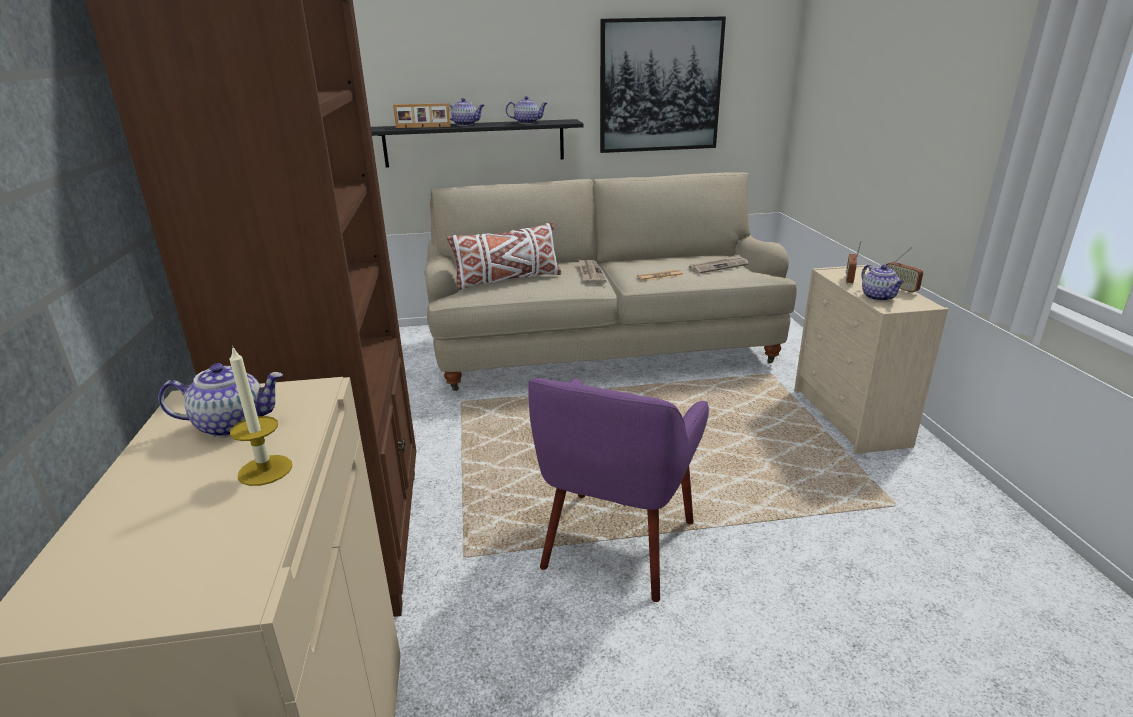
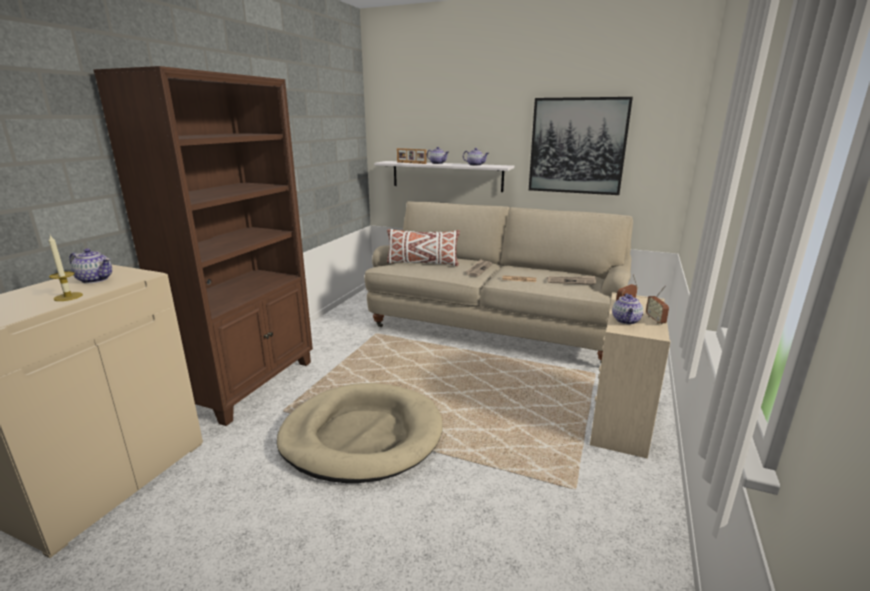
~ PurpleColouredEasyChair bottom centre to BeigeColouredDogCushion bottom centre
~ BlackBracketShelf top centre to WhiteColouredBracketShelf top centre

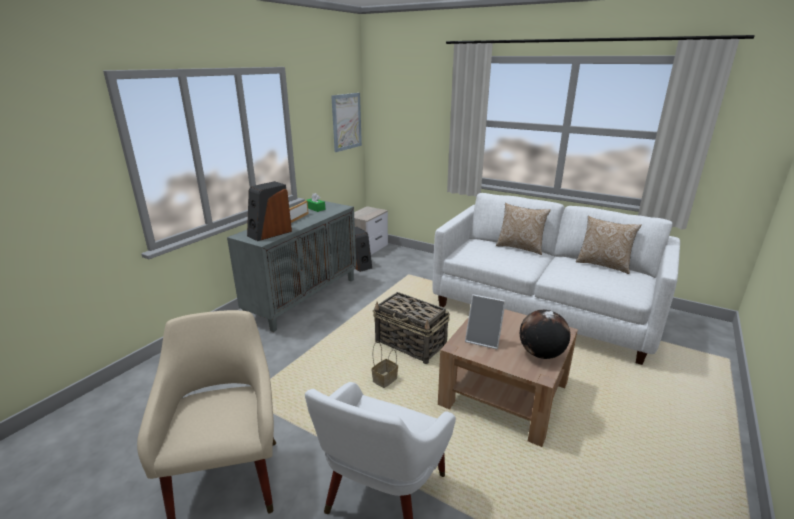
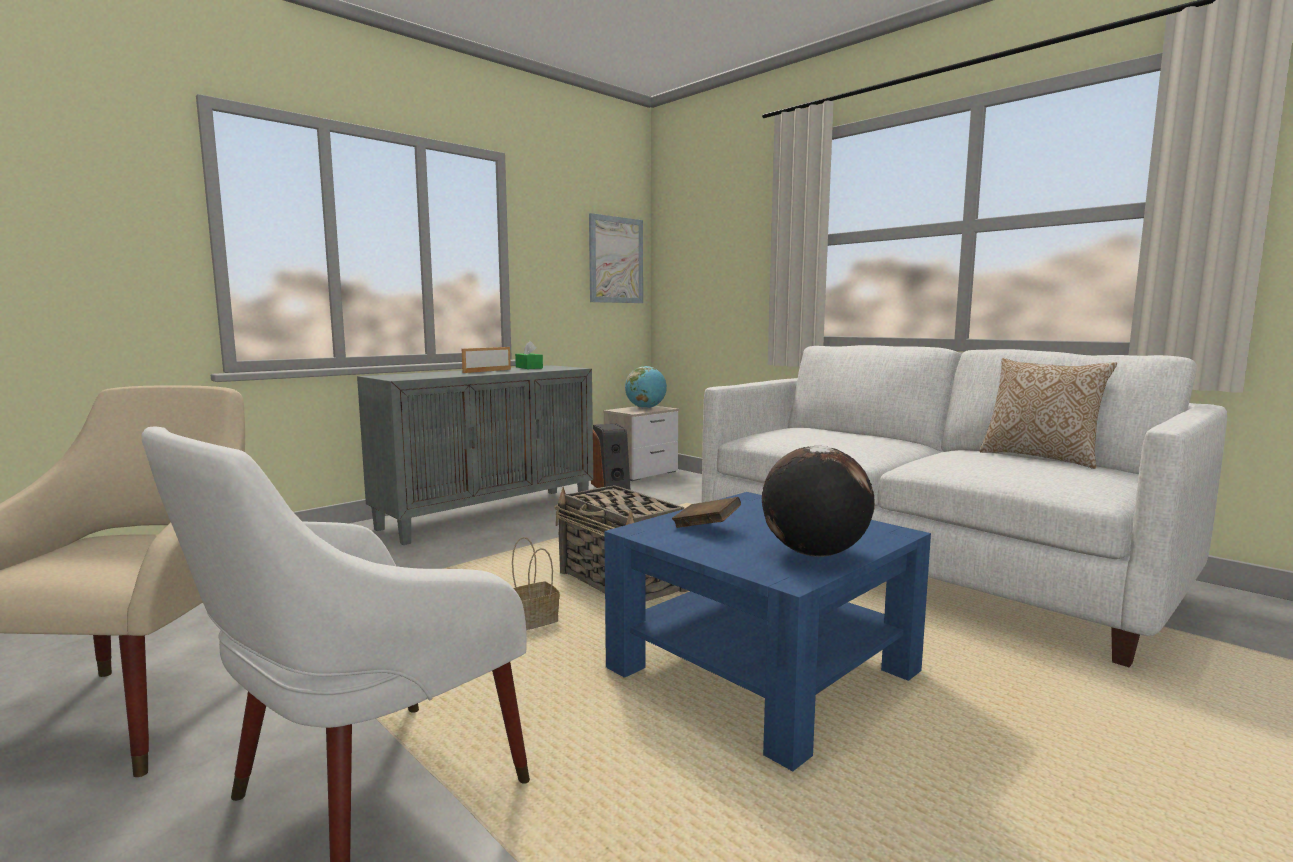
- Loudspeaker (1st from left) centre
- Pillow (1st from left) centre
+ DeskGlobe (1st from left) centre
~ PhotoFrame (2nd from left) centre to BrownBoundBook centre
~ BrownLoungeTable bottom centre to BluishLoungeTable bottom centre

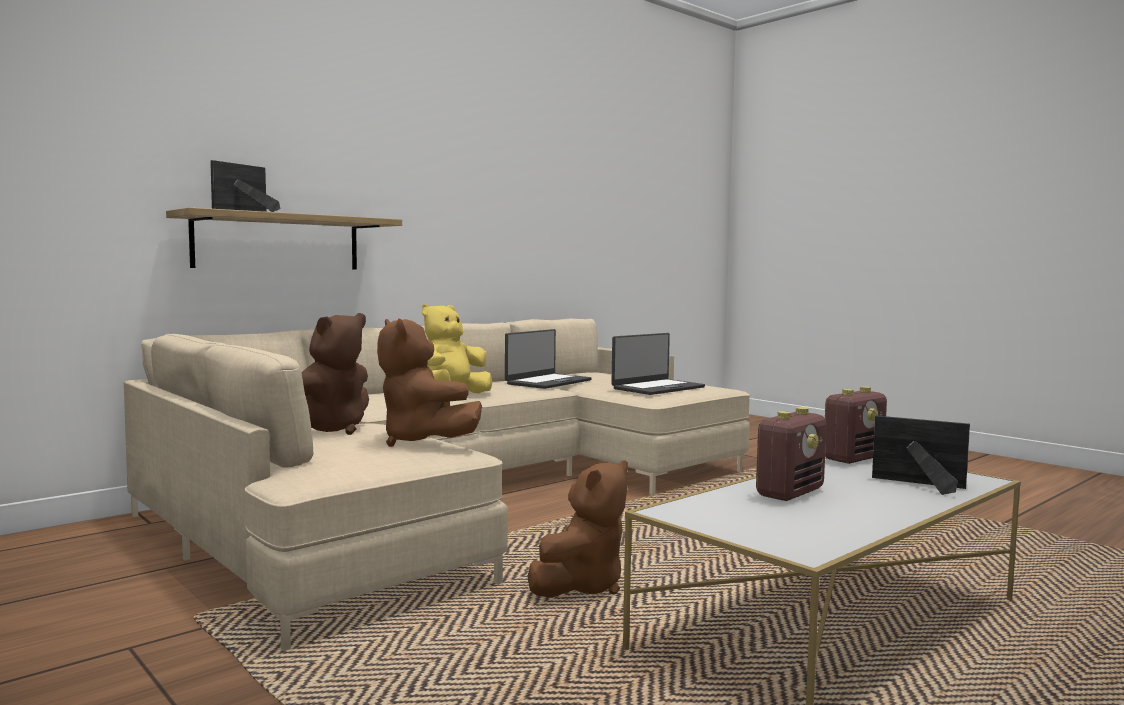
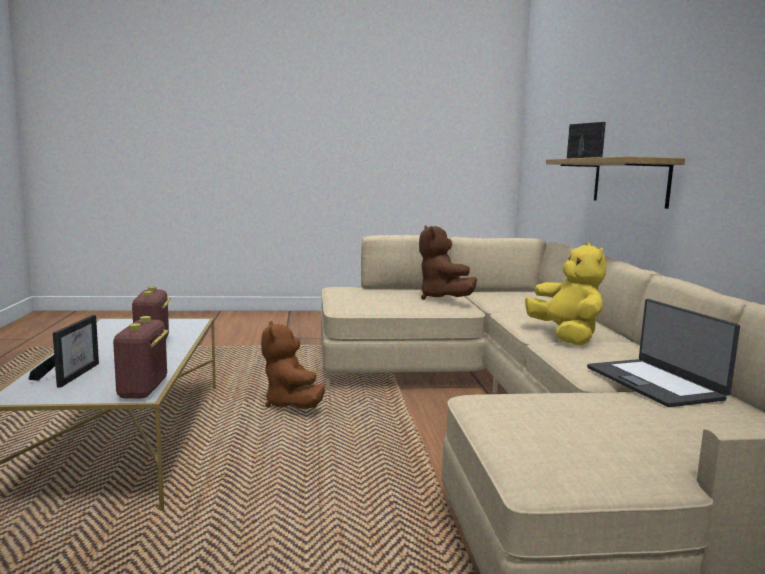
- BrownCuddlyToy (2nd from left) centre
- PortableComputer (2nd from left) centre
~ PhotoFrame (2nd from left in the first image) middle right = middle left 60 degrees counterclockwise

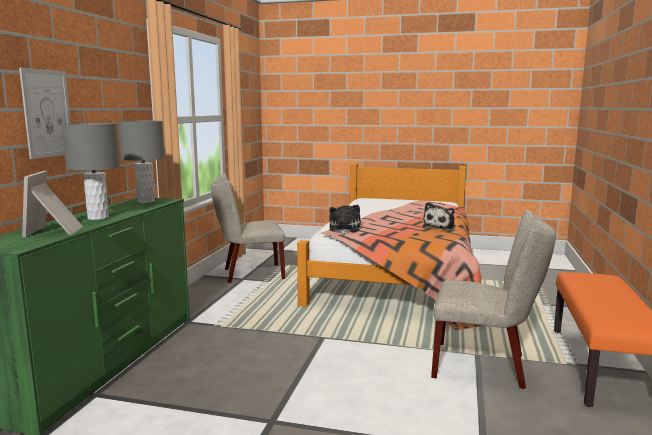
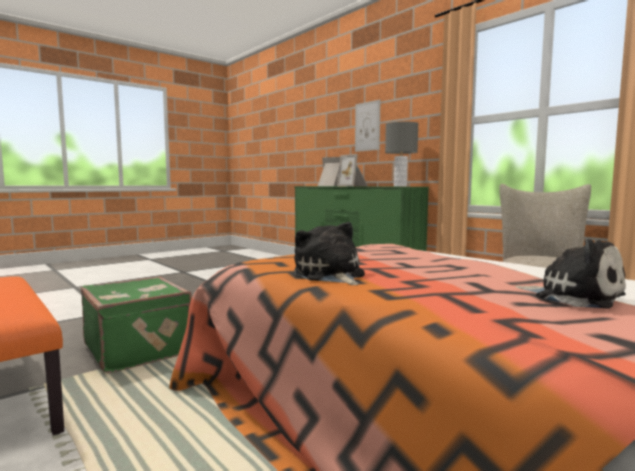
~ CuddlyToy (1st from left in the first image) centre to CuddlyToy (2nd from left) middle right
~ GrayTabletopLamp (1st from left) middle left to PhotoFrame (2nd from left) centre
~ BeigeColouredUprightChair (2nd from left) bottom right to GreenishSuitcase bottom left

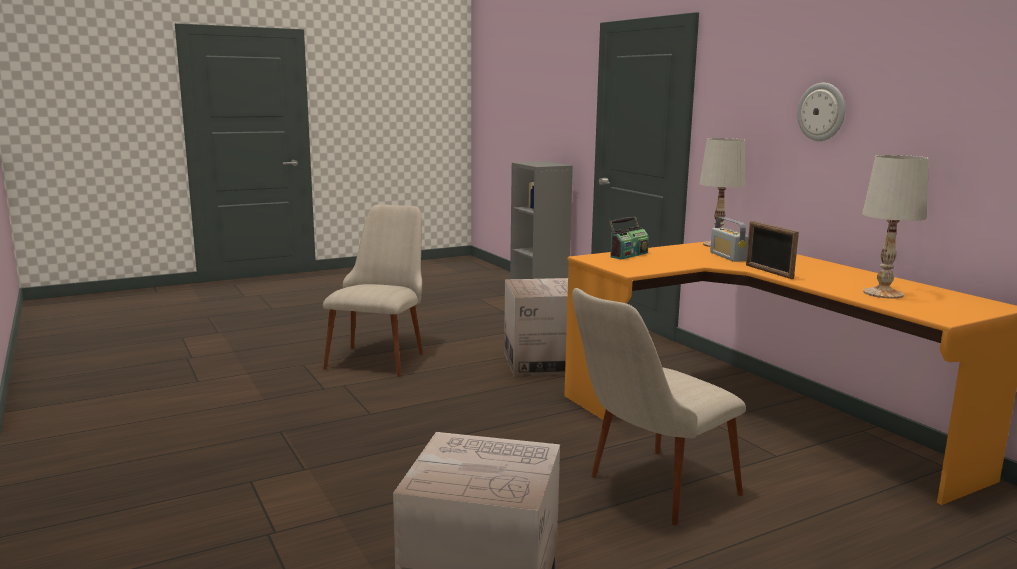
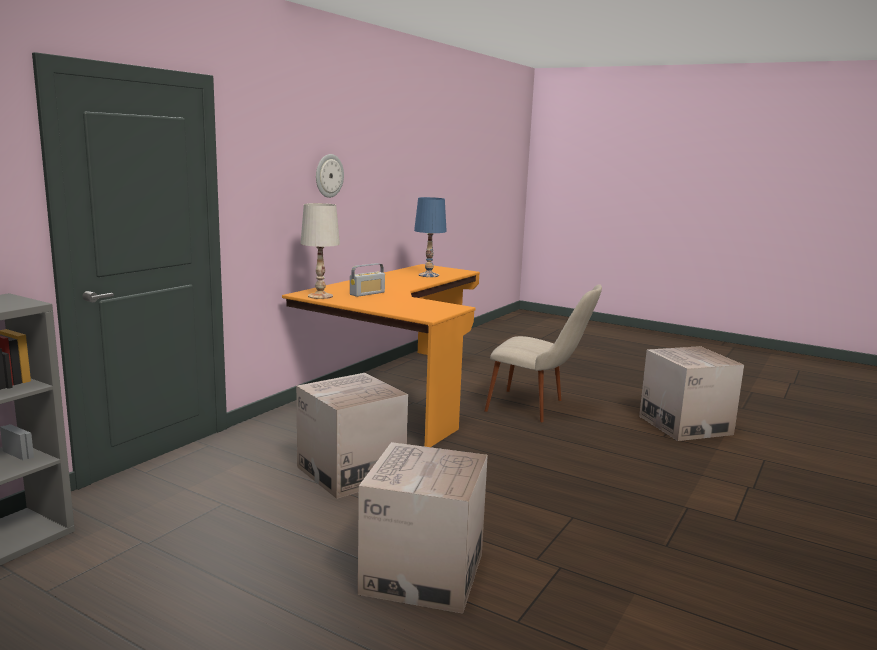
- RadioSet (1st from left) centre
- PhotoFrame middle right
~ BeigeColouredUprightChair (1st from left) centre to CardboardBox (2nd from left) bottom centre
~ WhiteColouredTabletopLamp (2nd from left) middle right to BluishTabletopLamp centre

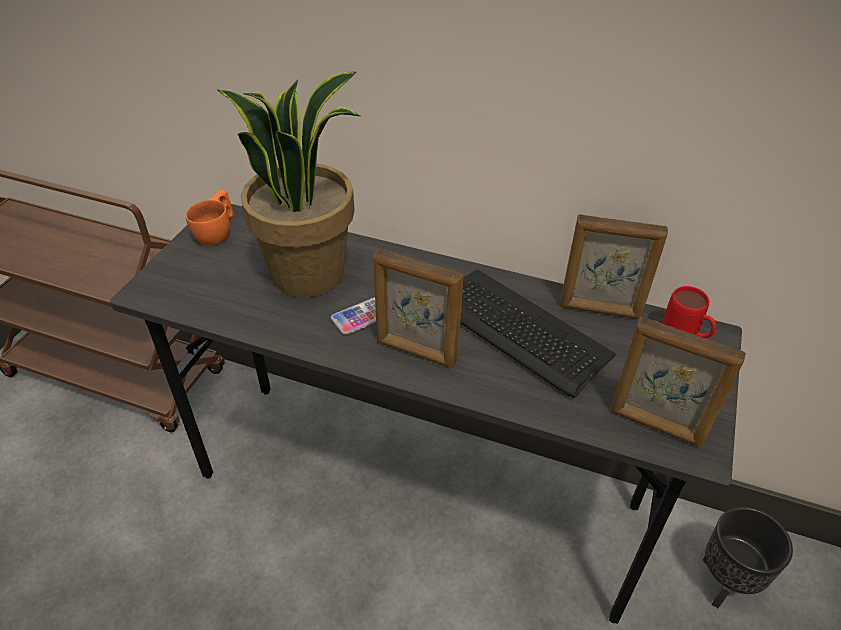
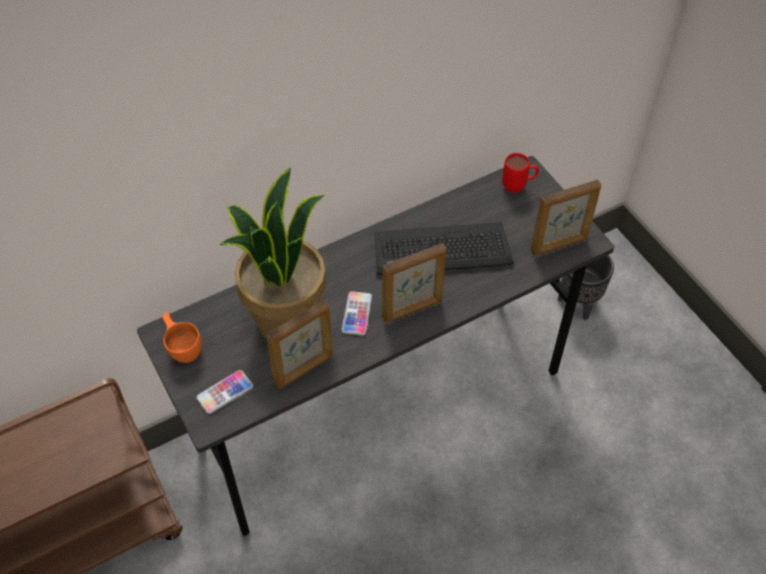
+ Phone (1st from left) bottom left
~ PhotoFrame (2nd from left in the first image) middle right to PhotoFrame (1st from left) centre

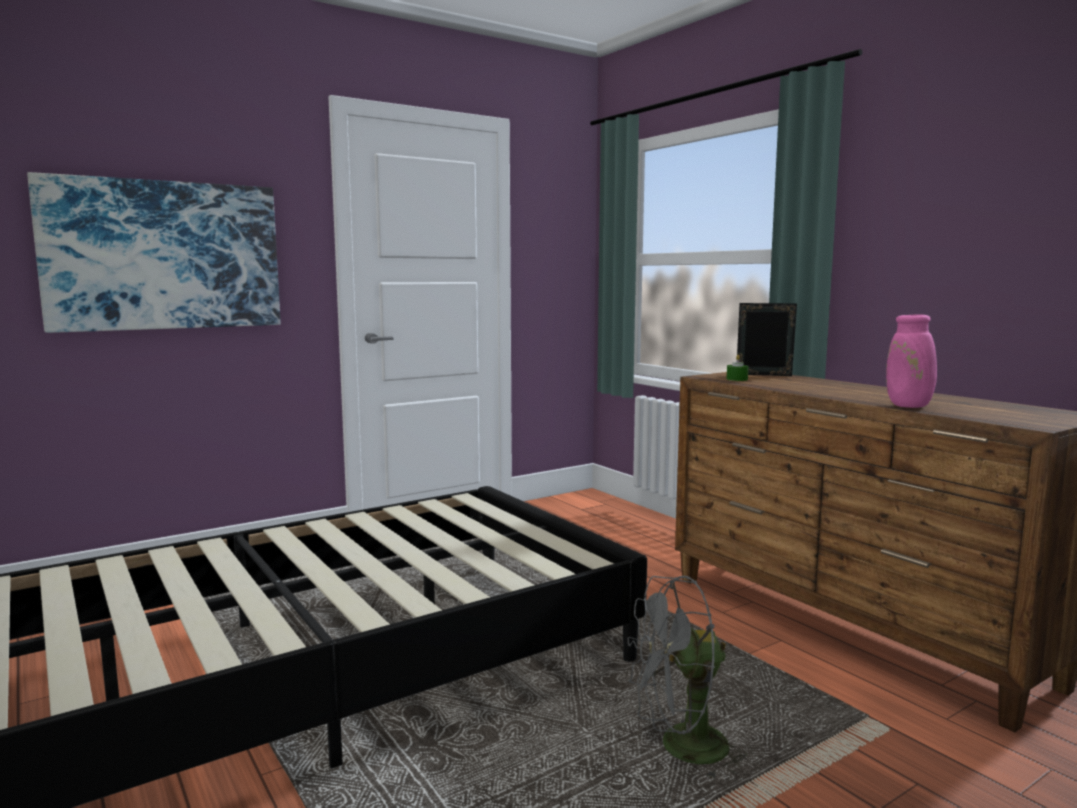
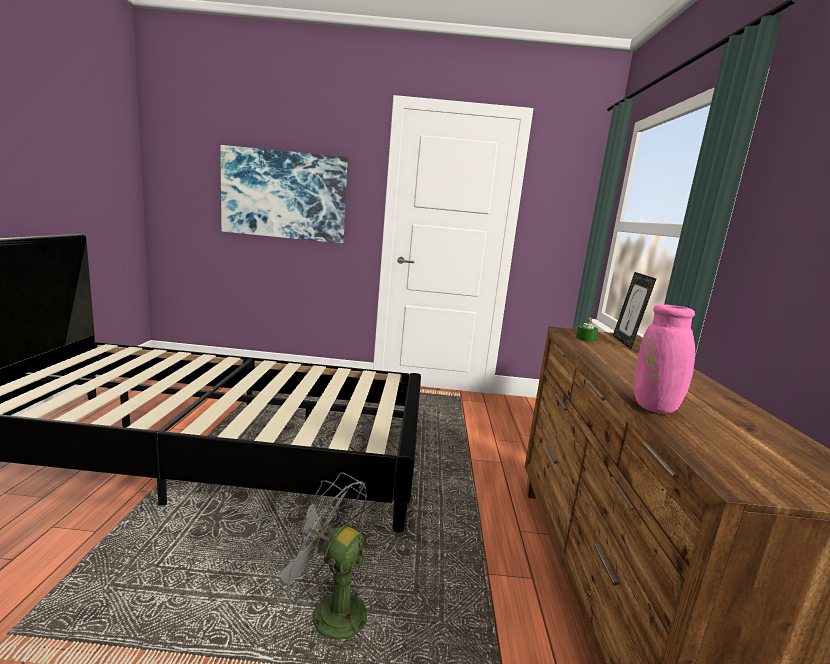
~ PhotoFrame middle right = middle right 135 degrees counterclockwise

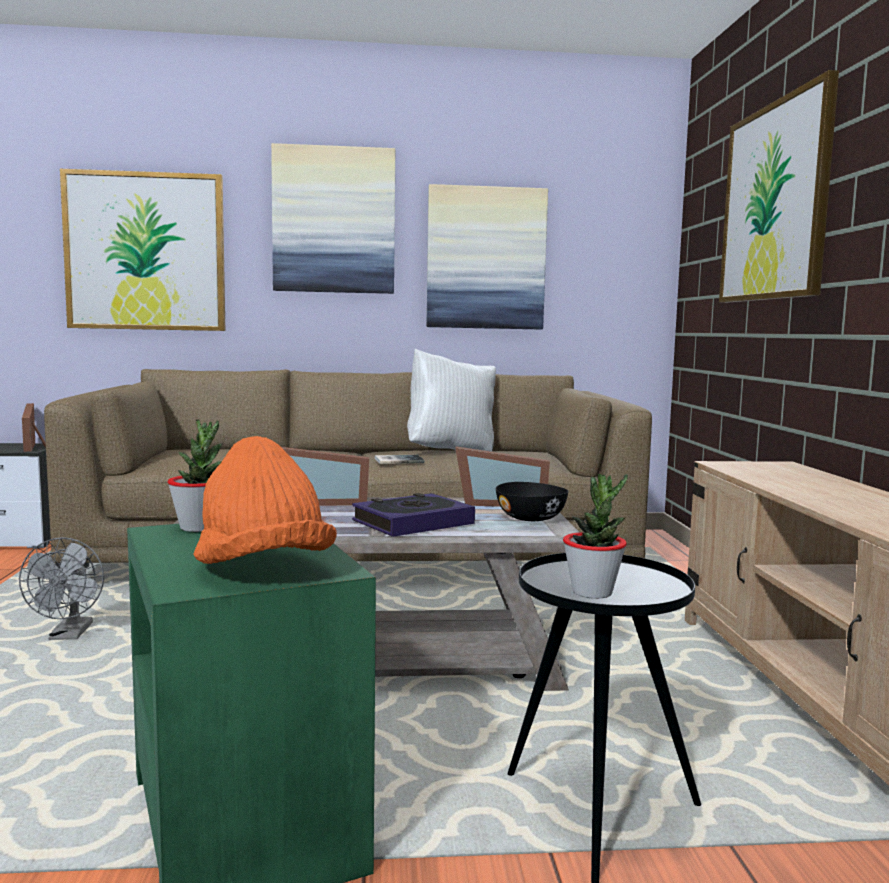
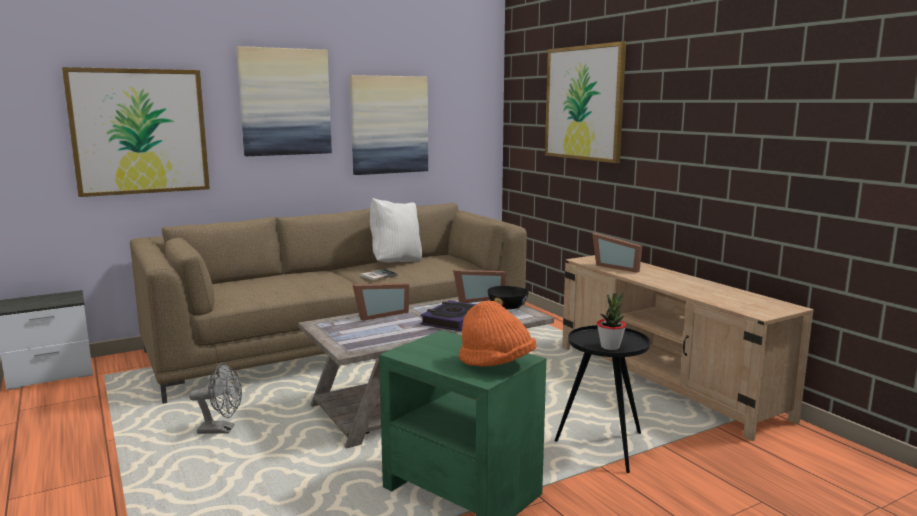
- PottedPlant (1st from left) middle left
~ PhotoFrame (1st from left in the first image) middle left to PhotoFrame (3rd from left) middle right
~ GrayElectricFan middle left = bottom left 60 degrees counterclockwise

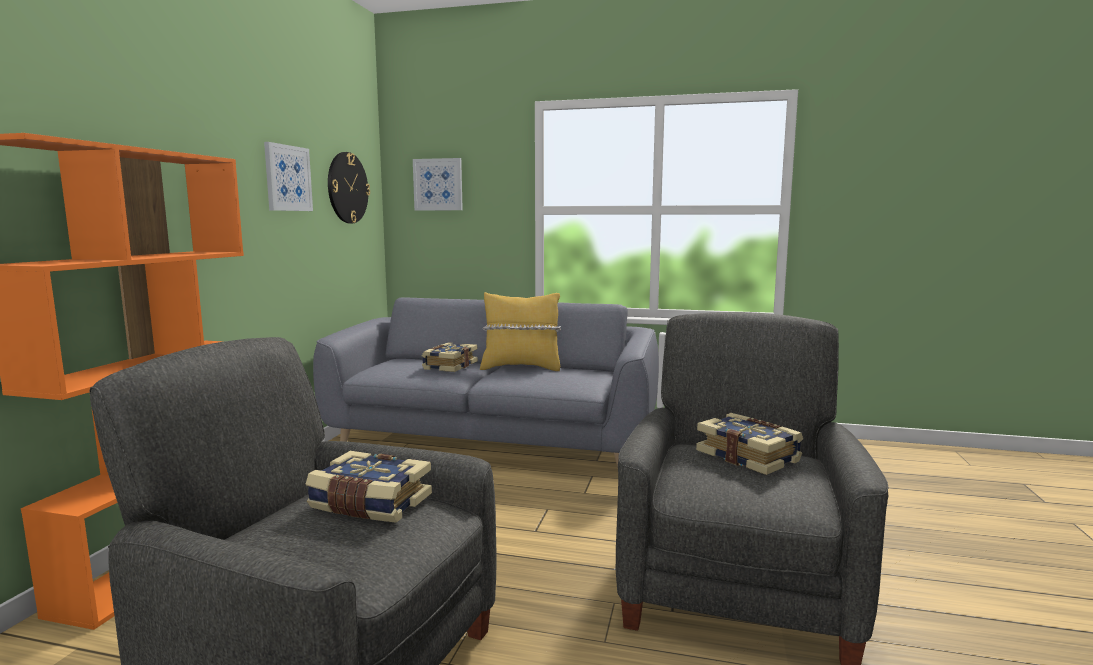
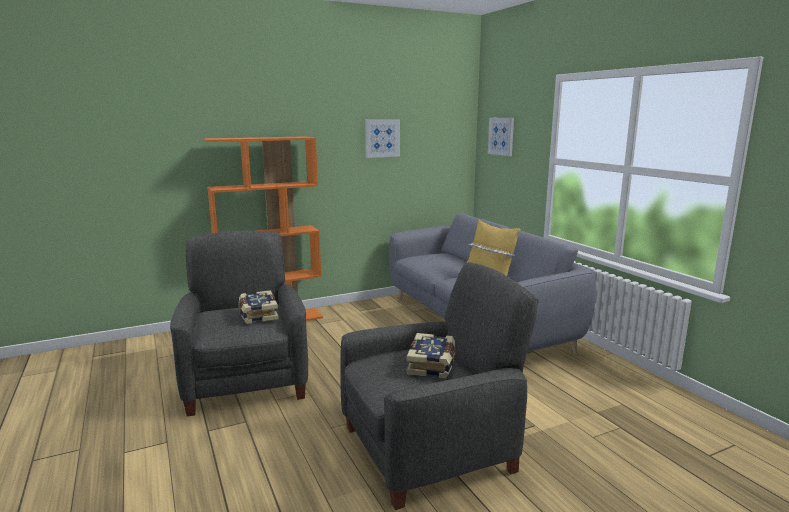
- ClockOnTheWall top left
- BoundBook (2nd from left) centre

